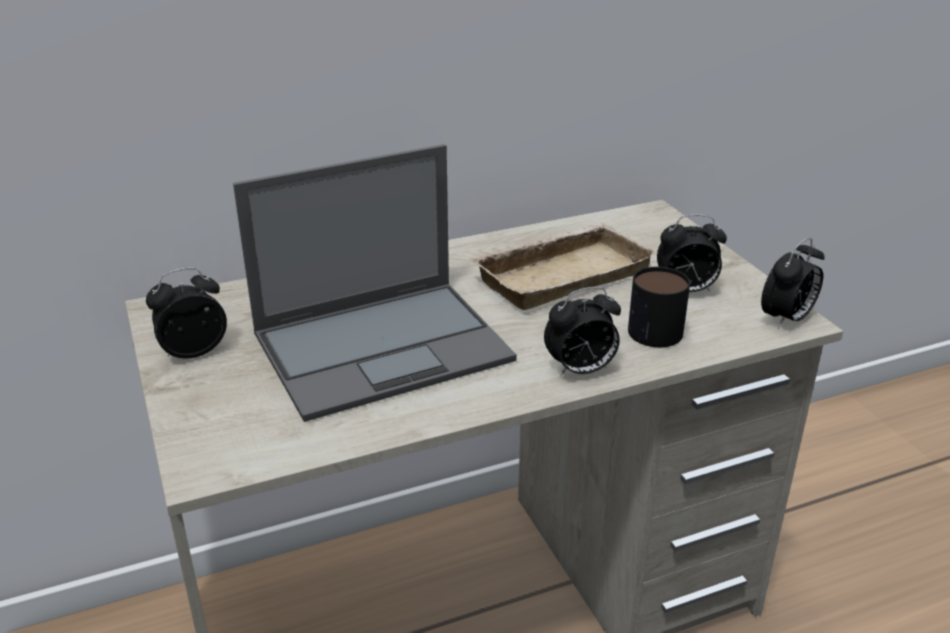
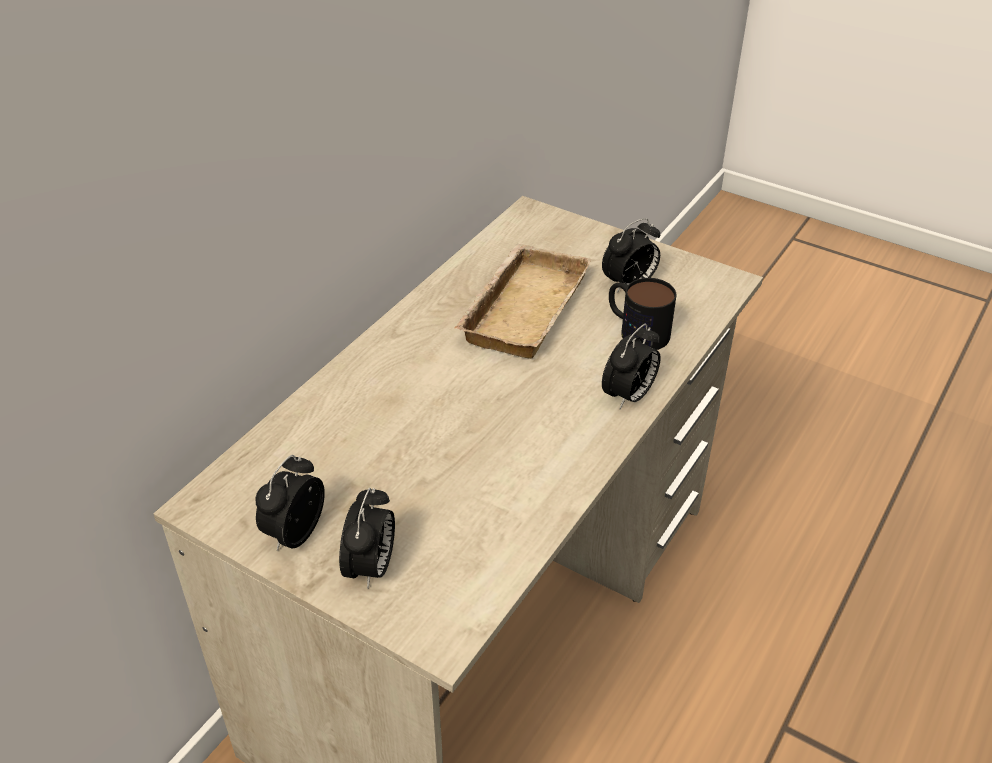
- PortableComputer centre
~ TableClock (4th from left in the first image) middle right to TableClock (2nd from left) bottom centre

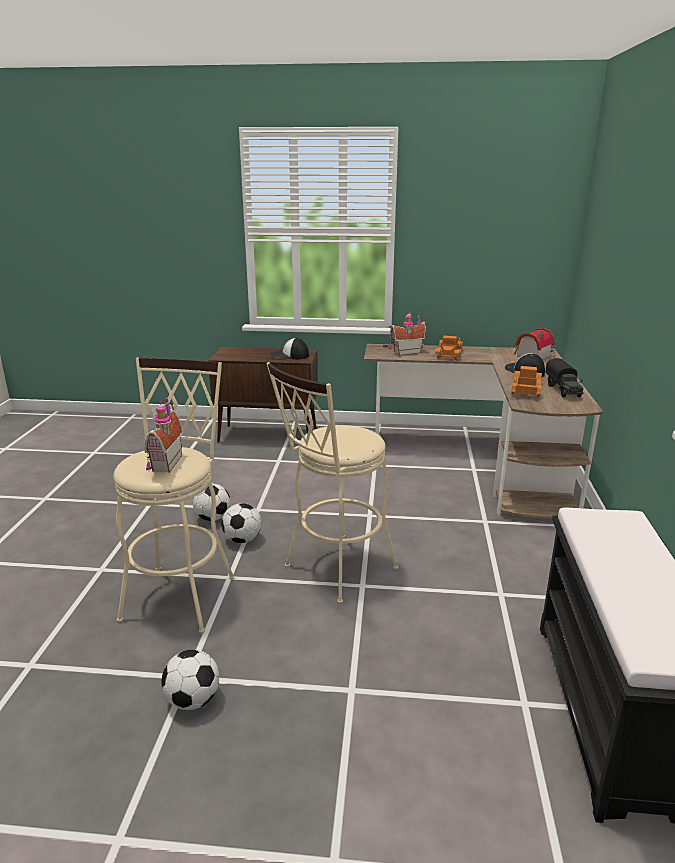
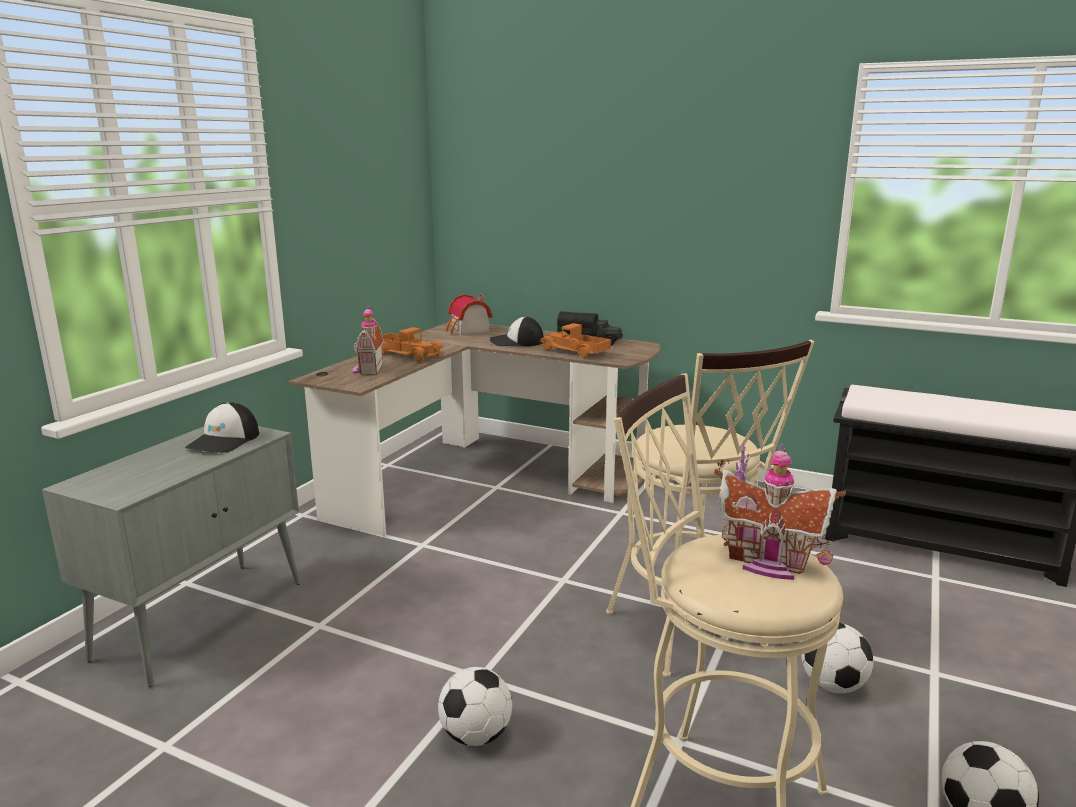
~ BallForFootball (3rd from left in the first image) centre to BallForFootball (2nd from left) bottom right
~ BrownCabinet centre to GrayCabinet bottom left

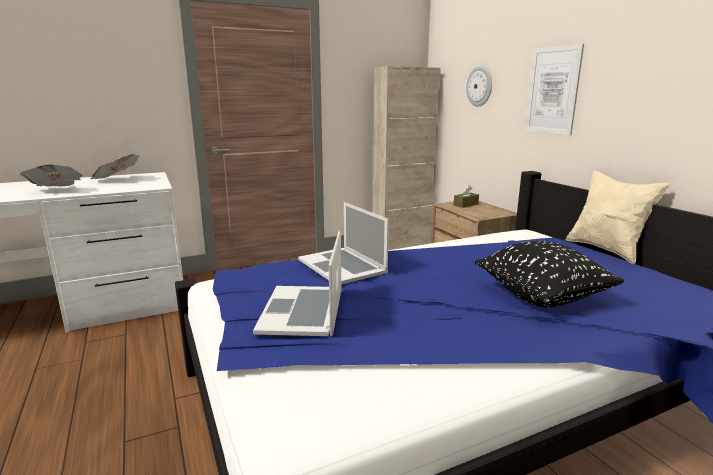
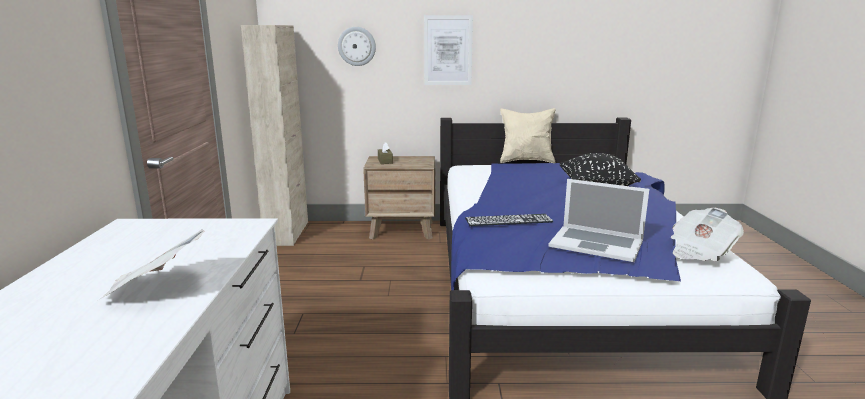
~ Newspaper (2nd from left) middle left to middle right
~ PortableComputer (2nd from left) centre to ComputerKeyboard centre

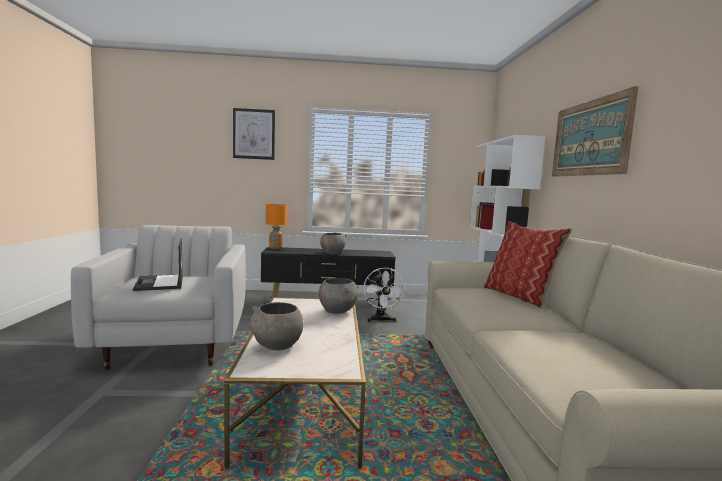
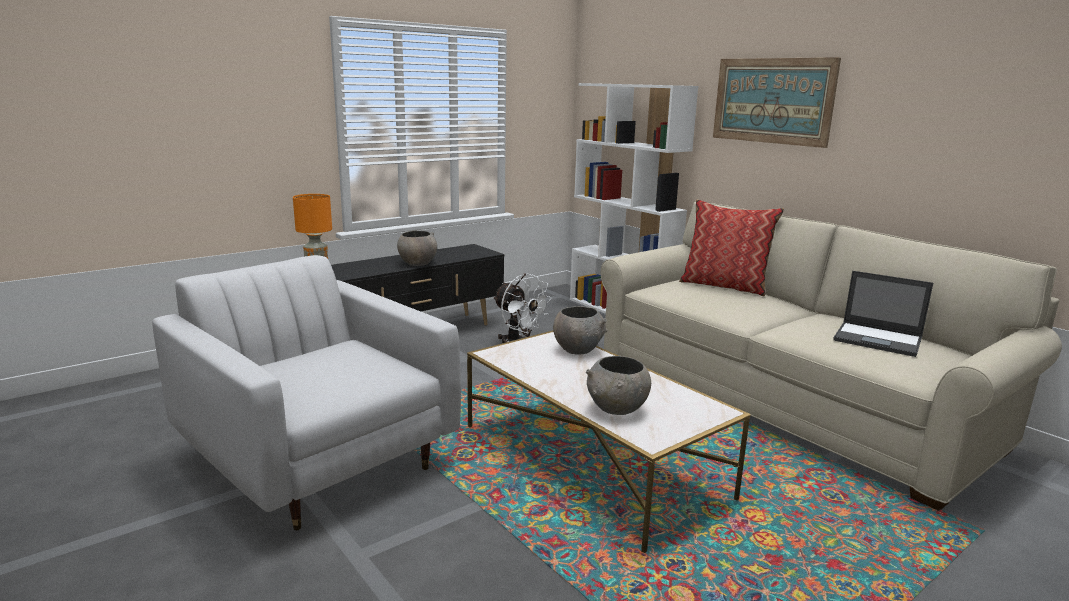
- Picture (1st from left) top centre
~ PortableComputer middle left to middle right

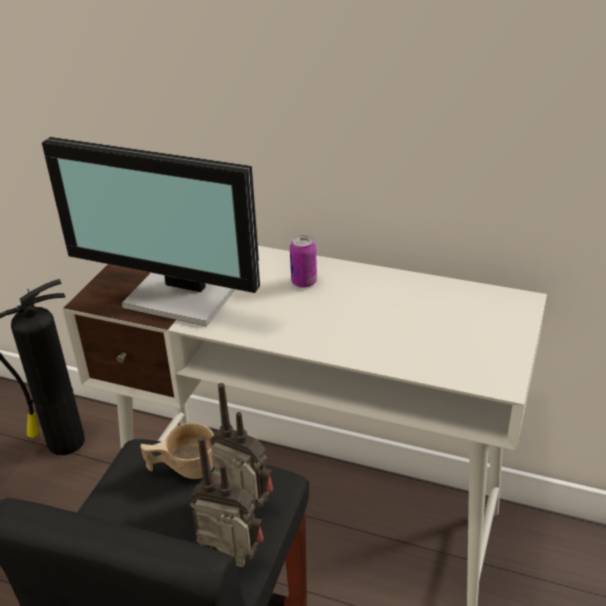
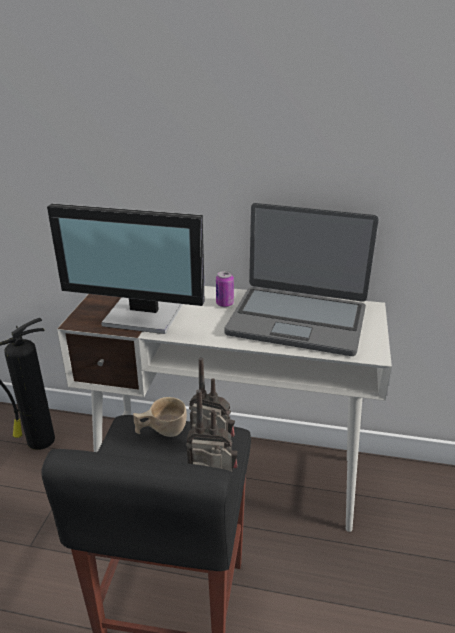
+ PortableComputer centre

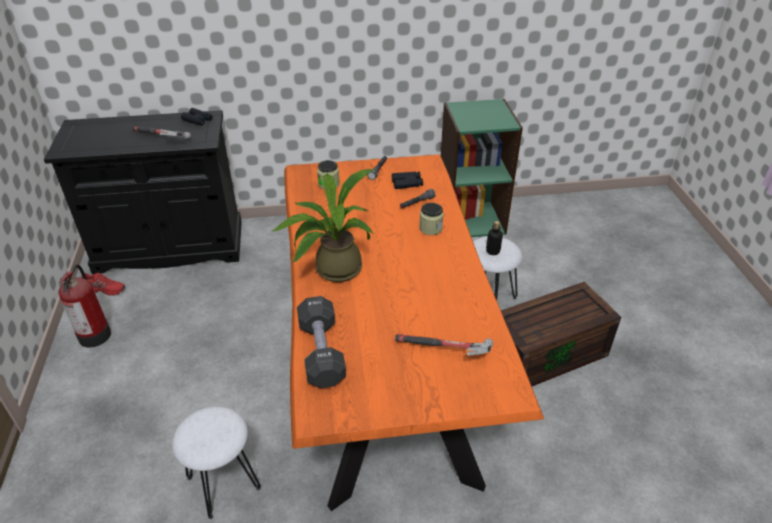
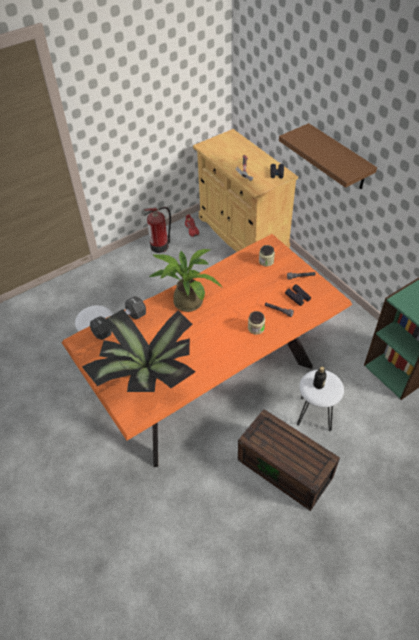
+ BrownBracketShelf top right
~ HandHammer (2nd from left) centre to PottedPlant (1st from left) middle left
~ BlackCabinet middle left to BeigeColouredCabinet top centre

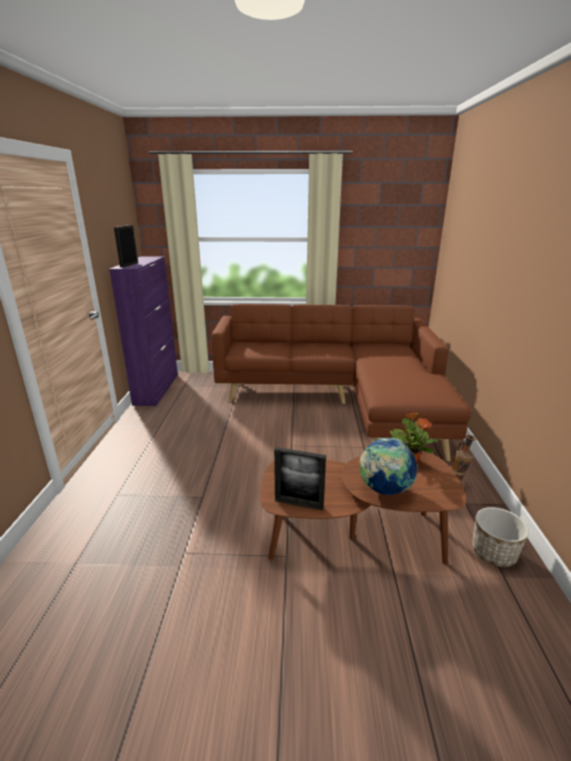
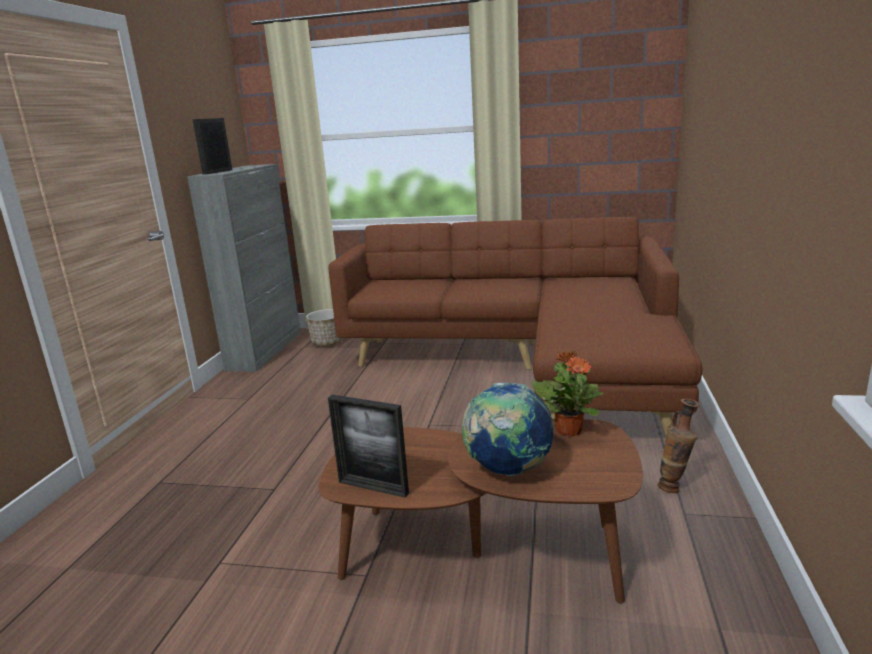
~ Planter bottom right to centre
~ PurpleColouredCabinet middle left to GrayCabinet middle left

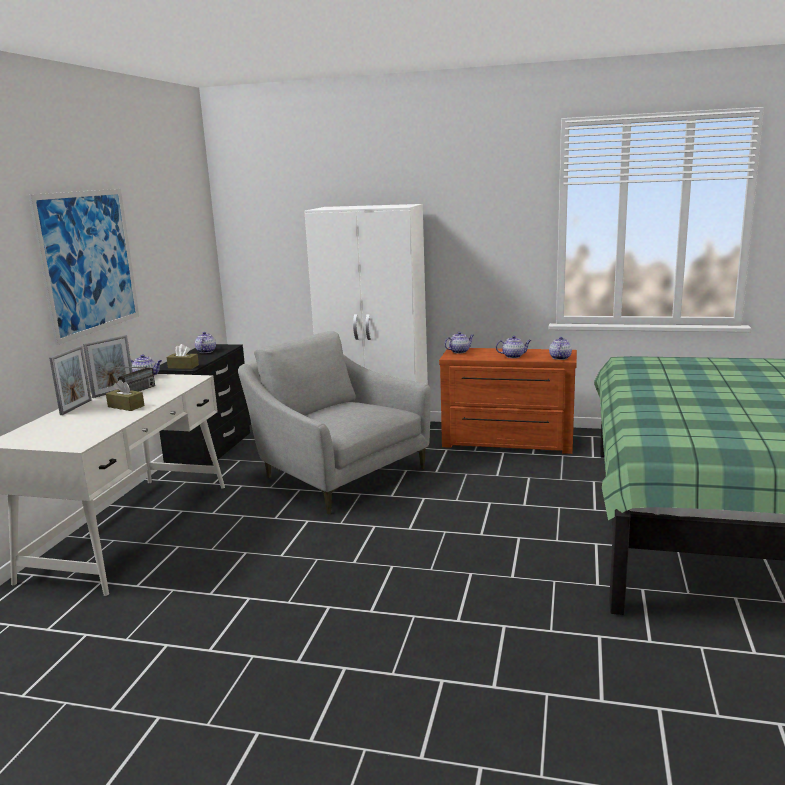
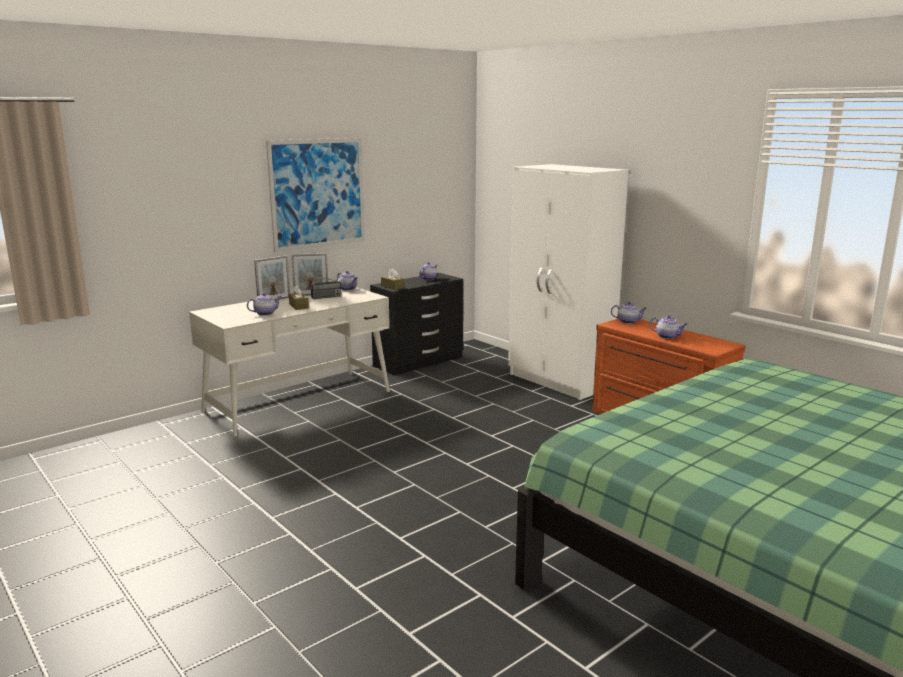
- GrayEasyChair centre
~ PotForTea (5th from left in the first image) middle right to PotForTea (1st from left) middle left

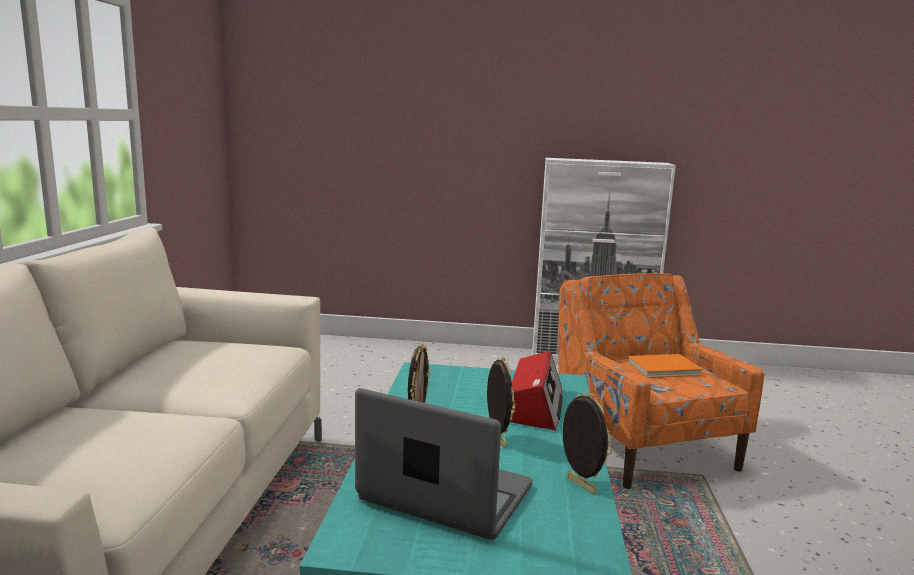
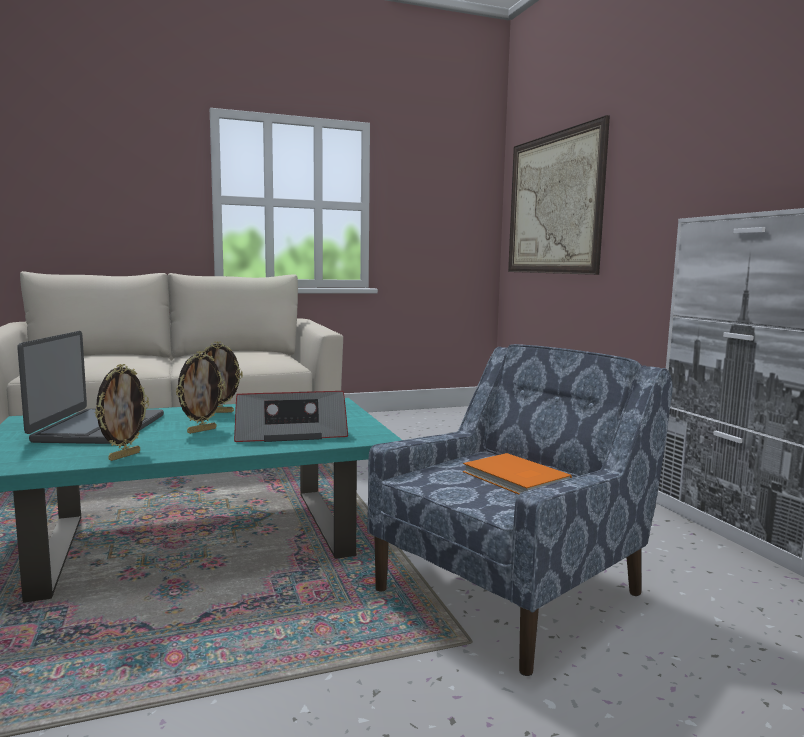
+ Picture top right
~ OrangeColouredEasyChair middle right to BluishEasyChair bottom centre

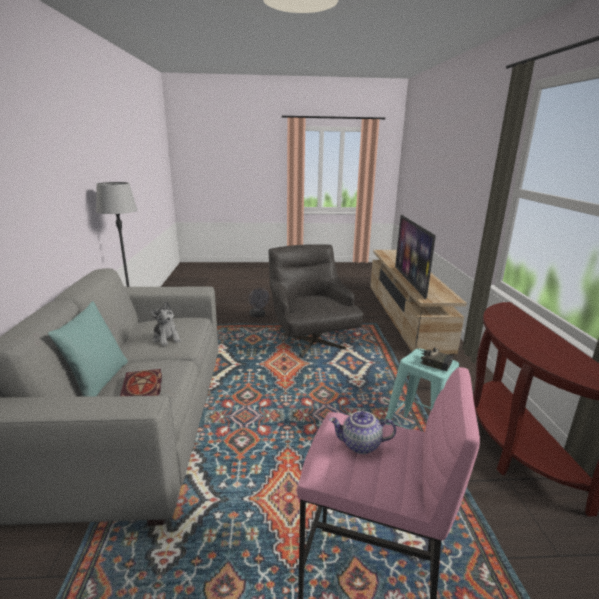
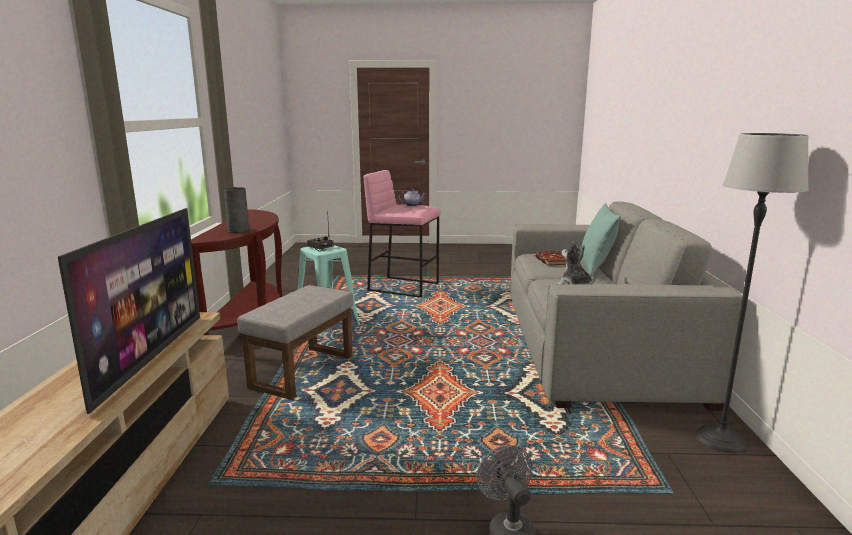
- GrayEasyChair centre
+ GrayFlowerVase middle left
+ GrayPouffe centre

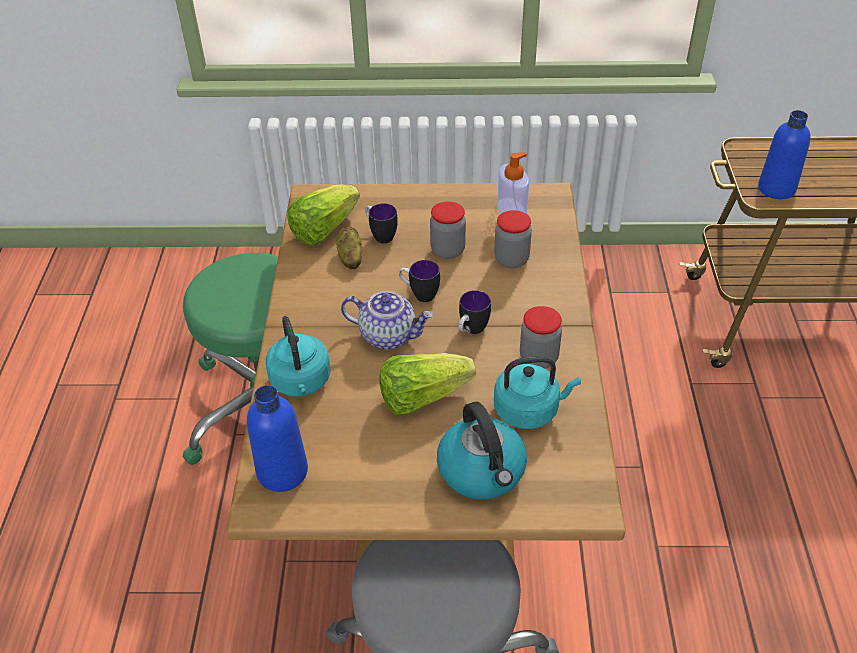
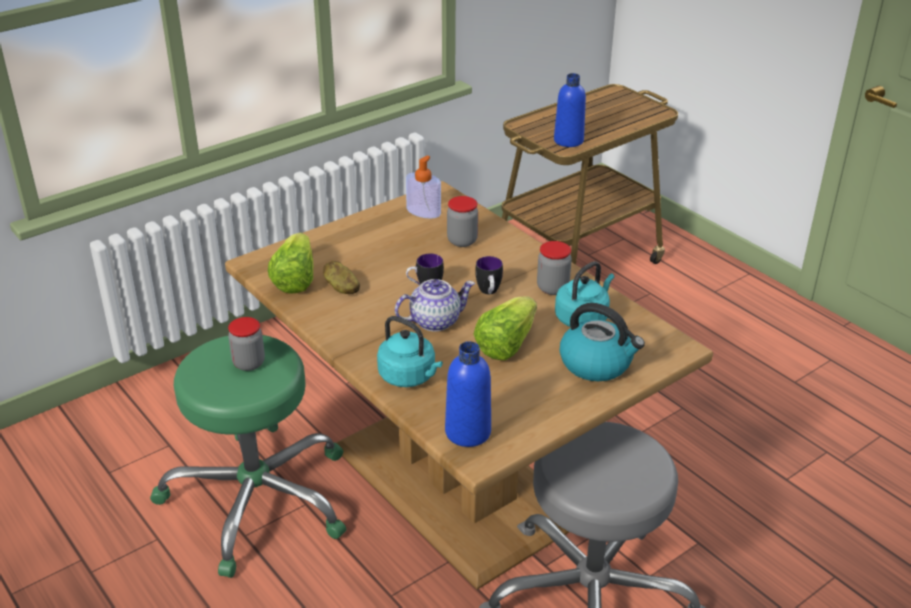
- TeaMug (1st from left) centre
~ StorageJar (1st from left) centre to middle left

